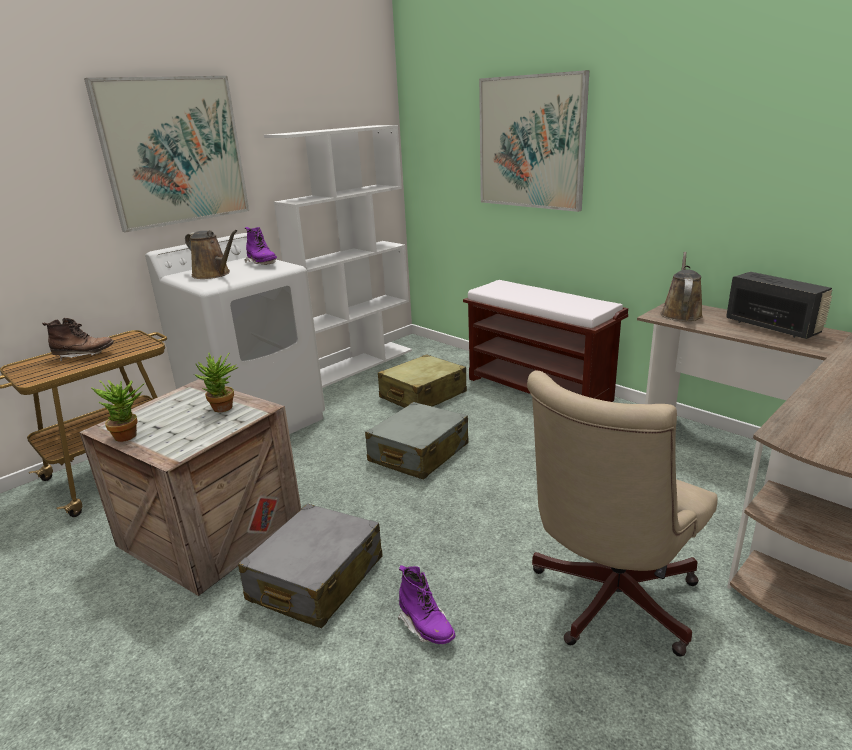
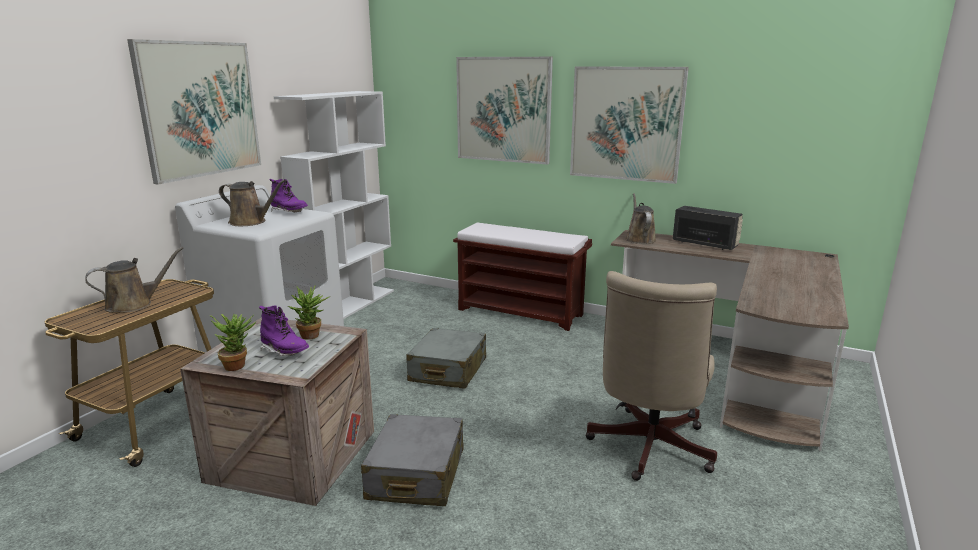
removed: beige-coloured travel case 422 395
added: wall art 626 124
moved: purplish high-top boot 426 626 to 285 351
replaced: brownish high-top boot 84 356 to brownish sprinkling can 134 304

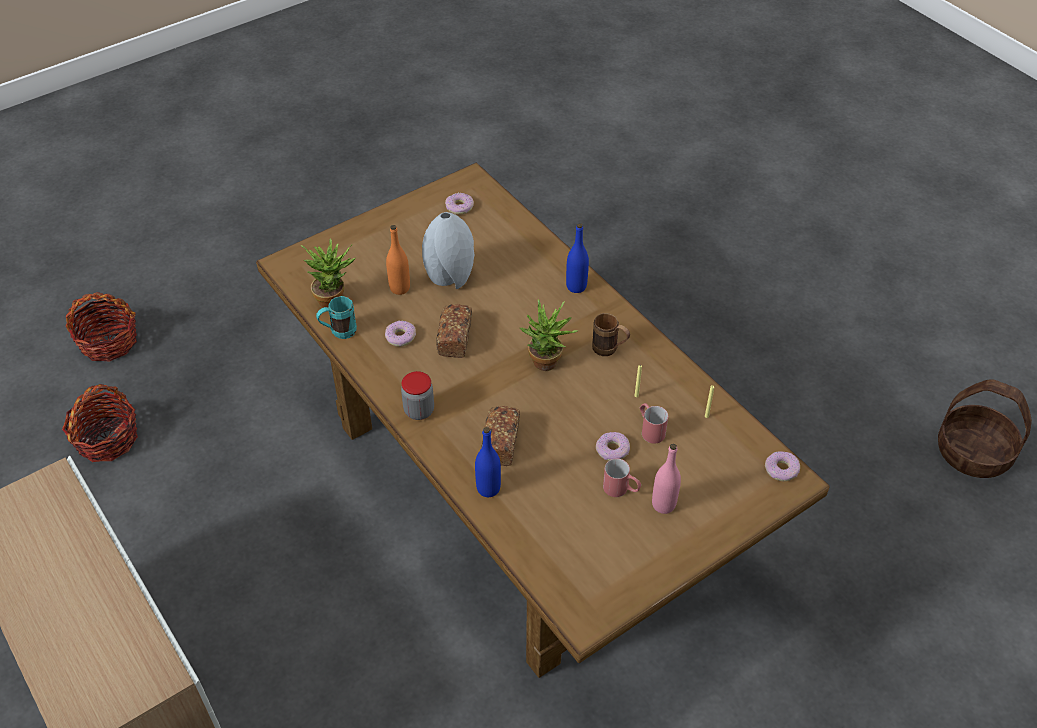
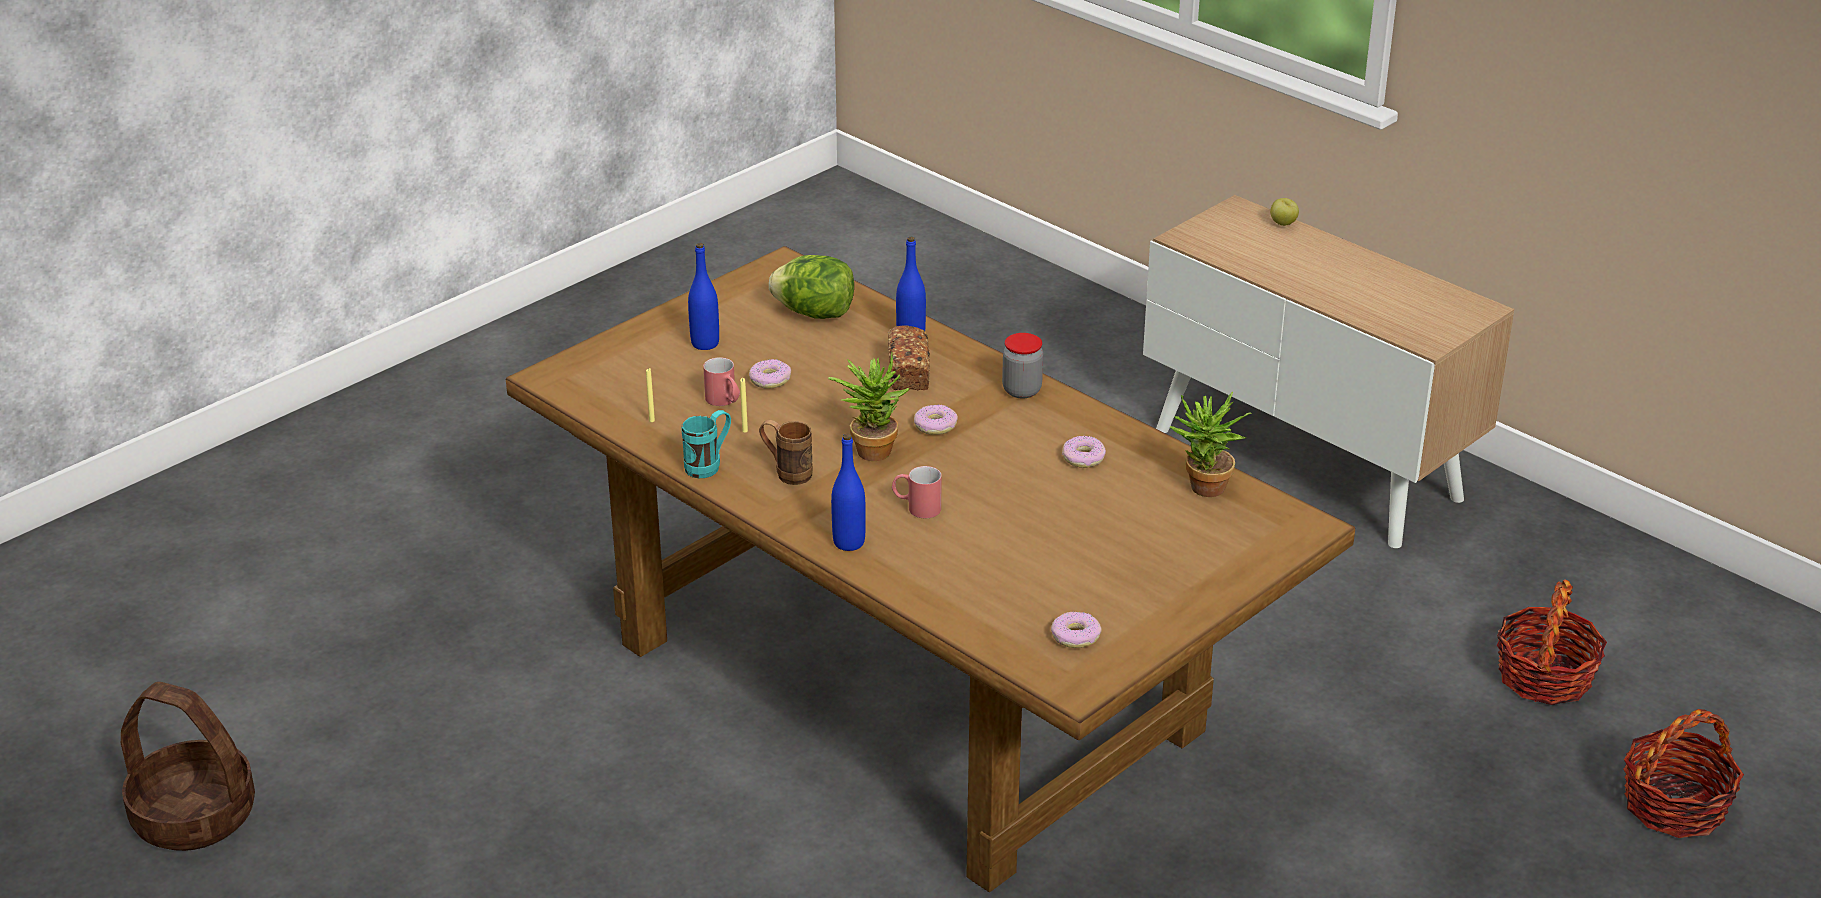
removed: gray vase 450 277; orange drink bottle 400 288; bakery bread 454 338
added: apple 1283 224; head of lettuce 815 314
moved: turquoise tea mug 338 332 to 709 465; donut 781 470 to 935 425; red-coloured tea mug 621 490 to 916 507
recoloured: pink drink bottle 663 504 to bluish drink bottle 705 343

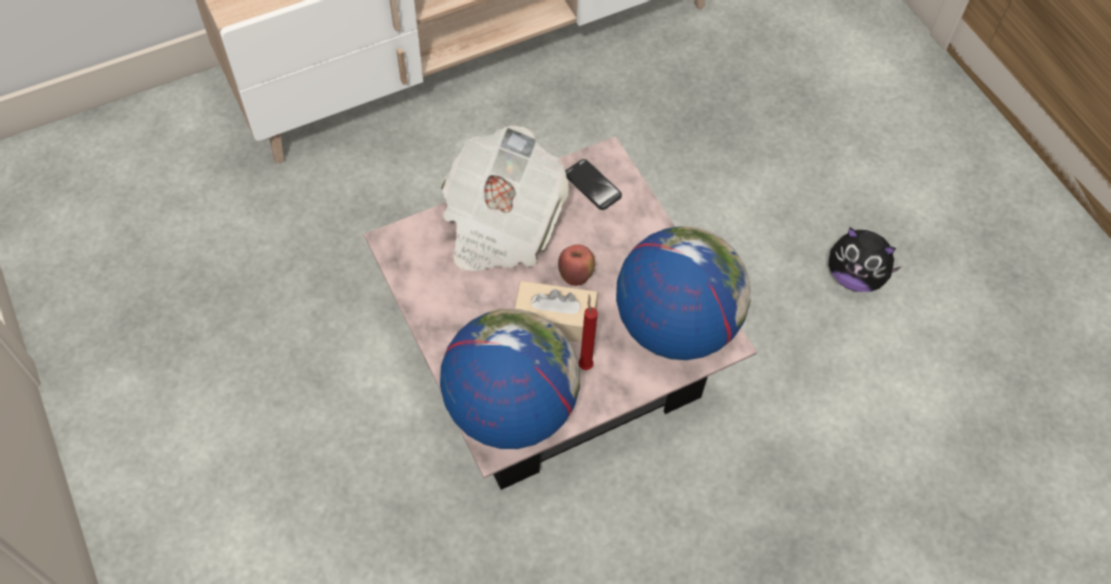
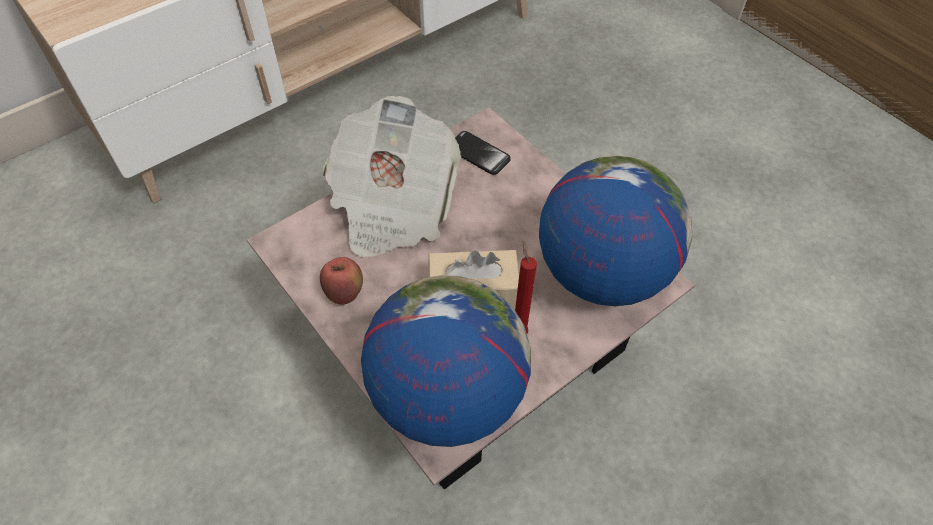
removed: plush toy 854 276
moved: apple 575 275 to 344 293

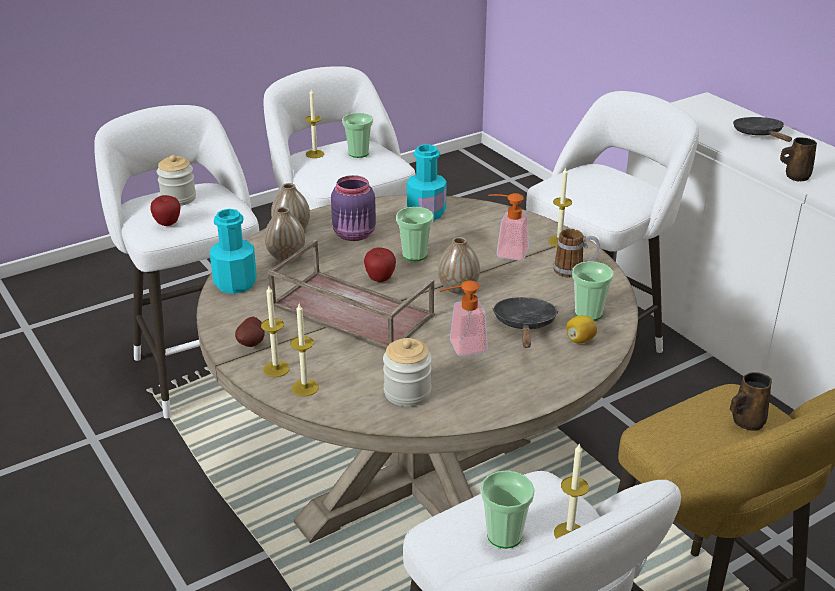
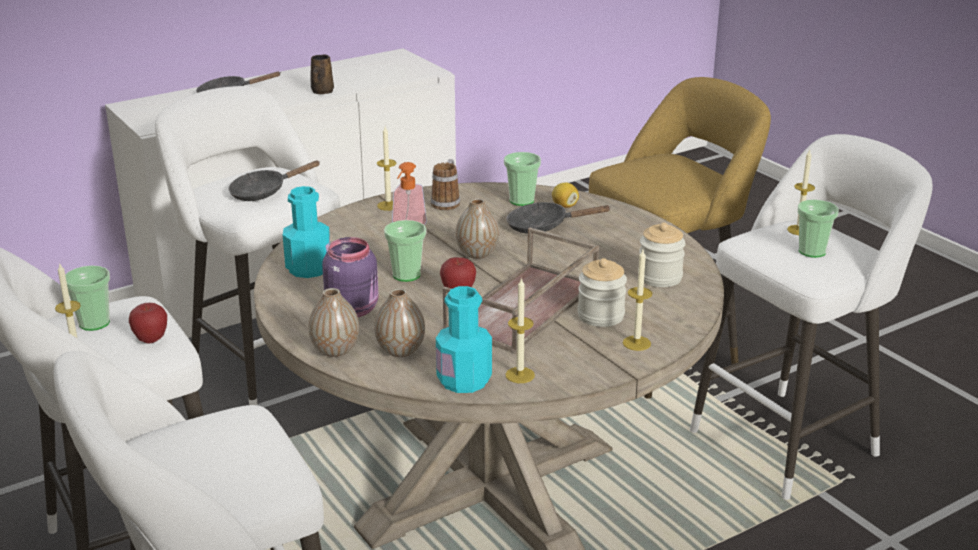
removed: soap dispenser 461 347; spud 252 343; brownish tea mug 746 422
added: blackish pan 264 192
moved: jar 178 198 to 600 316; apple 167 224 to 151 340; wax light 305 388 to 520 375

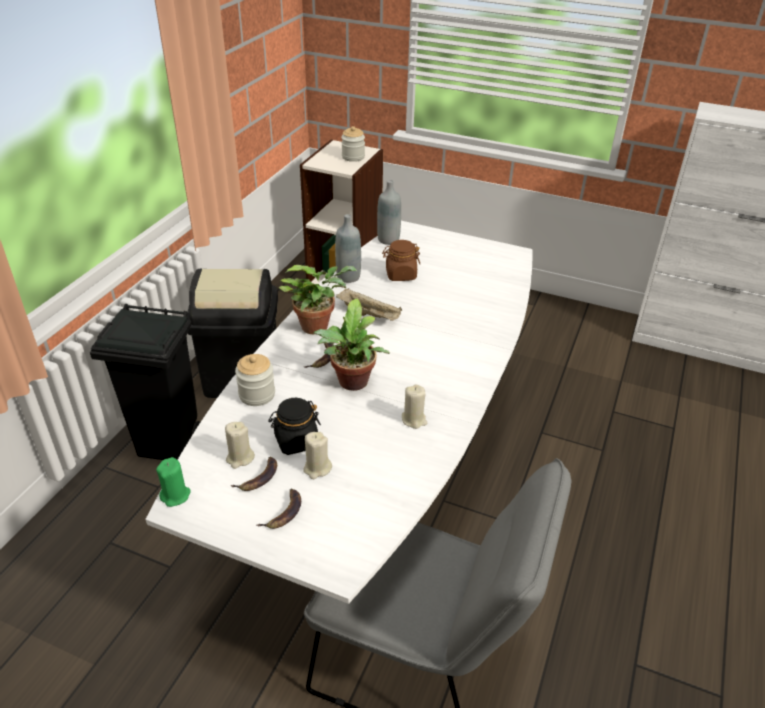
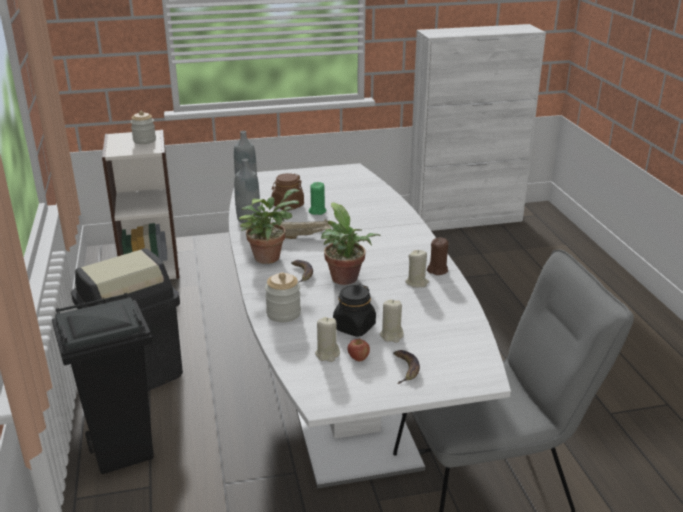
added: brownish wax light 437 270
moved: green-coloured wax light 175 495 to 317 211
replaced: banana fruit 259 477 to apple 358 358

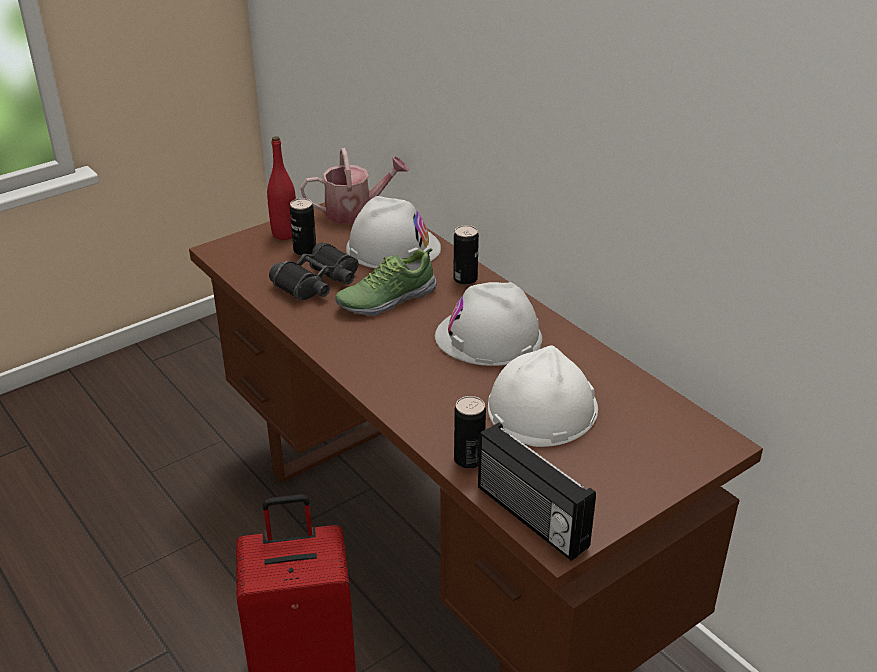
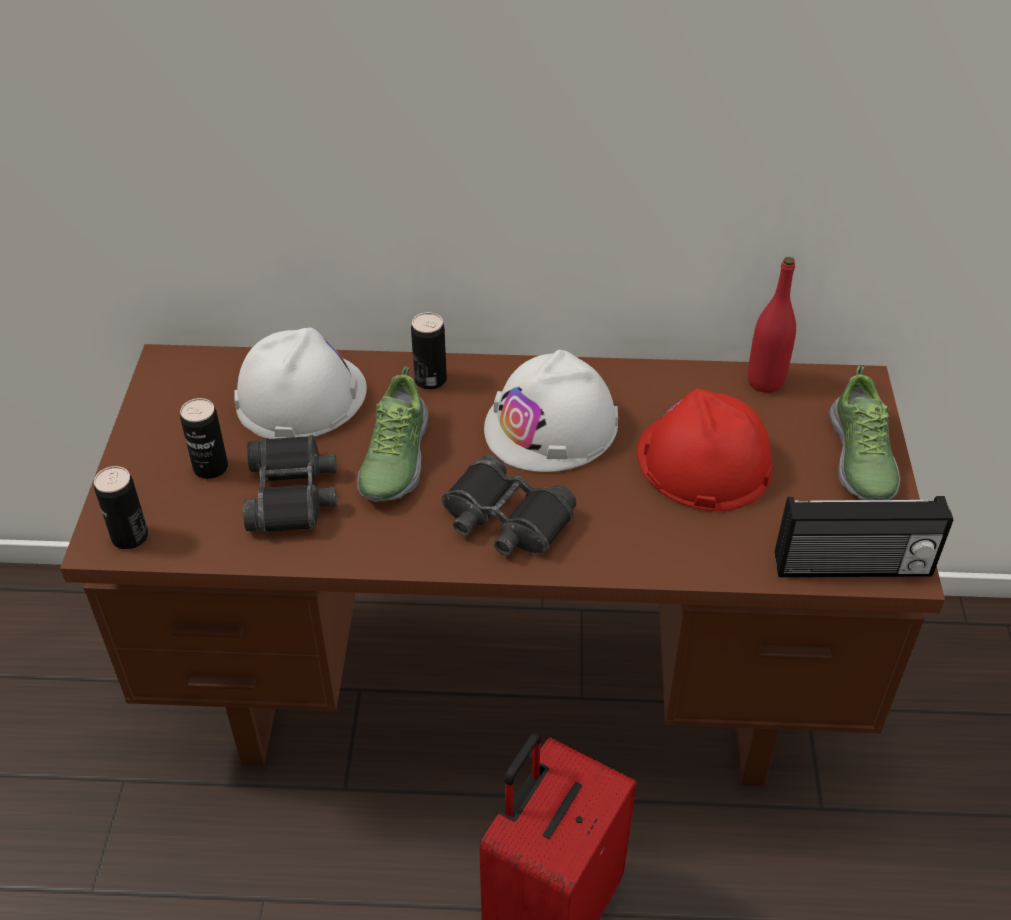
removed: sprinkling can 355 212
added: low shoe 860 459; blackish binoculars 505 520
moved: red-coloured drink bottle 285 234 to 765 381; sealed can 469 459 to 130 537
recoloured: white-coloured hard hat 541 408 to red-coloured hard hat 703 461

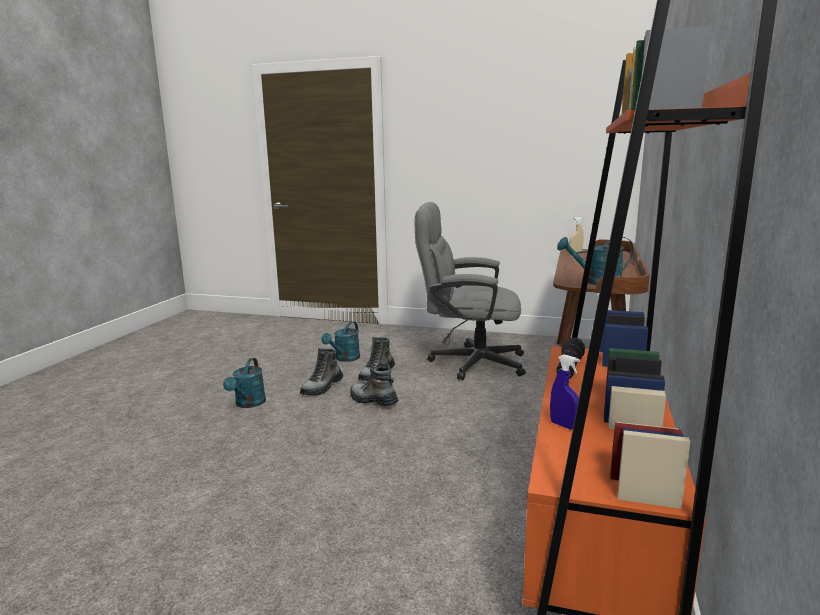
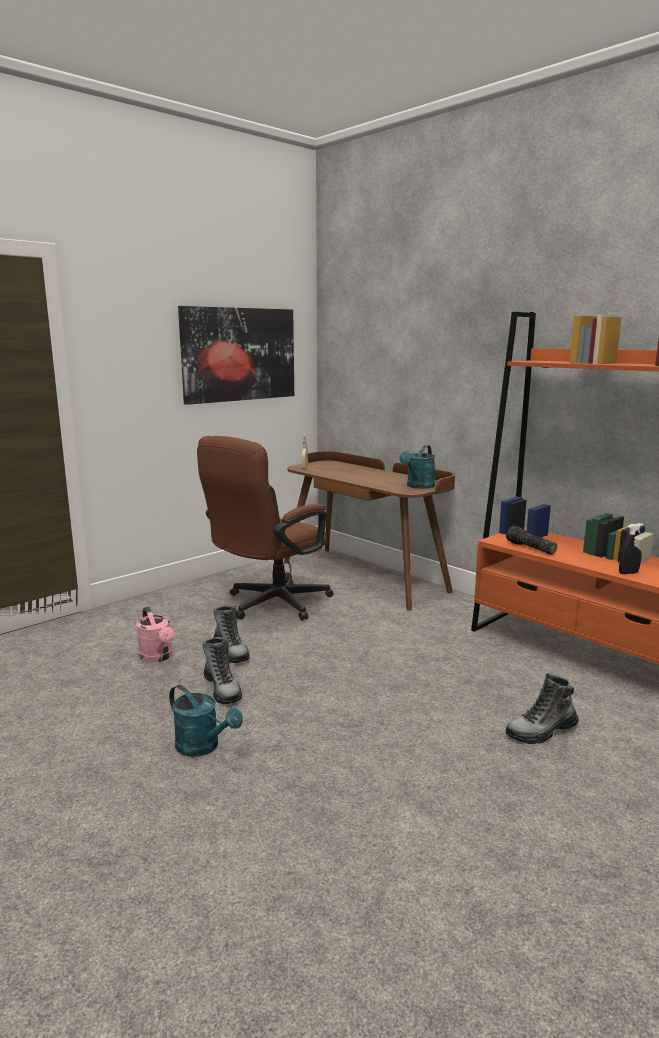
added: wall art 239 354
moved: high-top boot 373 401 to 541 731
recoloured: gray desk chair 468 362 to brownish desk chair 270 605; turquoise sprinkling can 344 359 to pink sprinkling can 158 657; bluish hand sprayer 563 425 to blackish hand sprayer 628 573

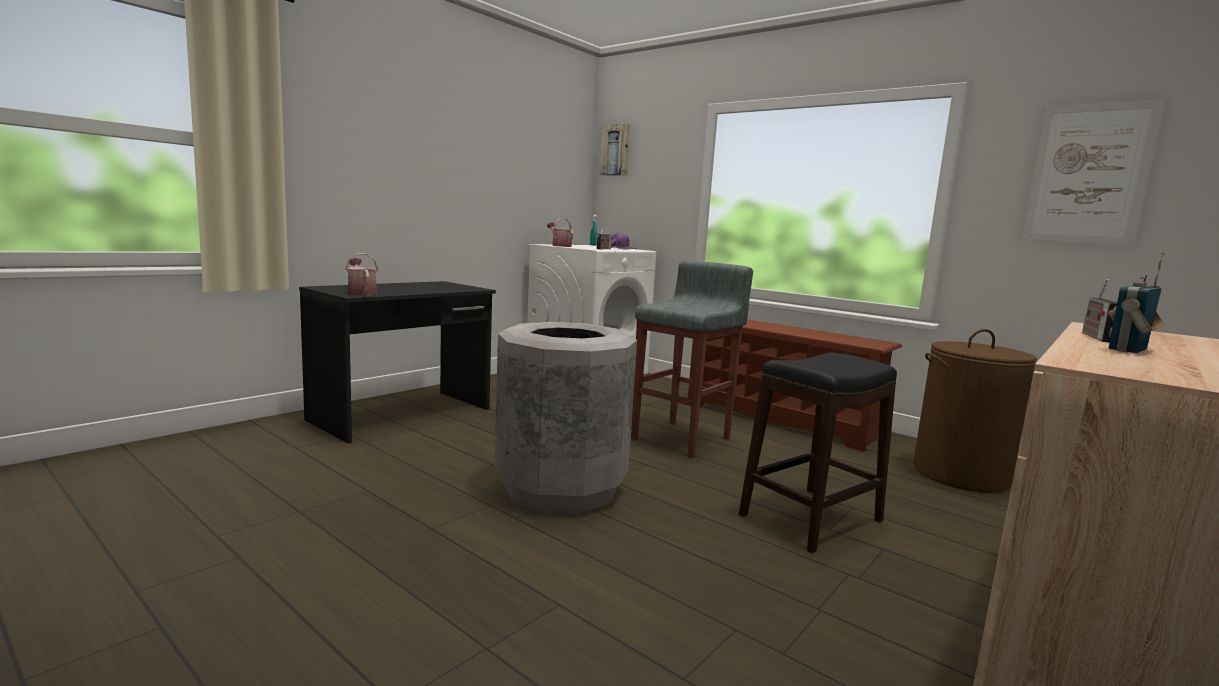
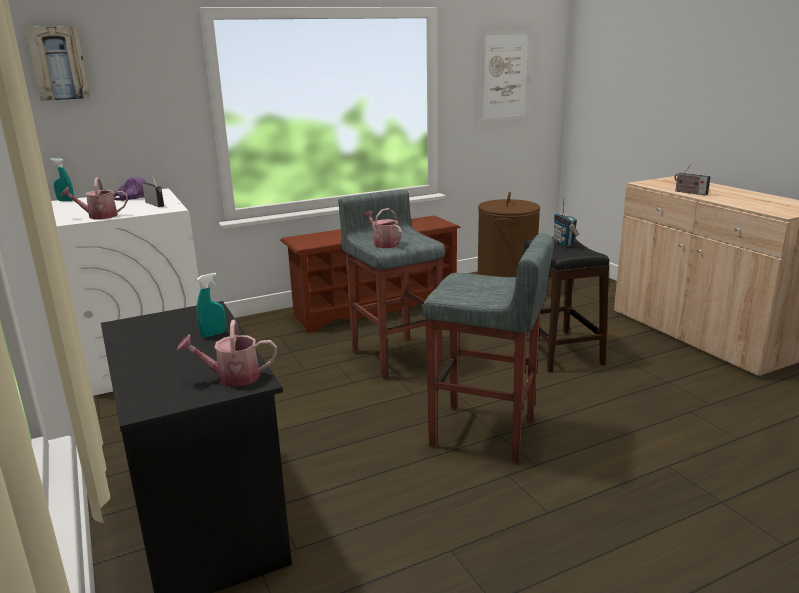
added: sprinkling can 383 243; turquoise hand sprayer 213 334
moved: radio 1129 350 to 564 243
replaced: gray rubbish bin 560 489 to gray stool seat 484 434

